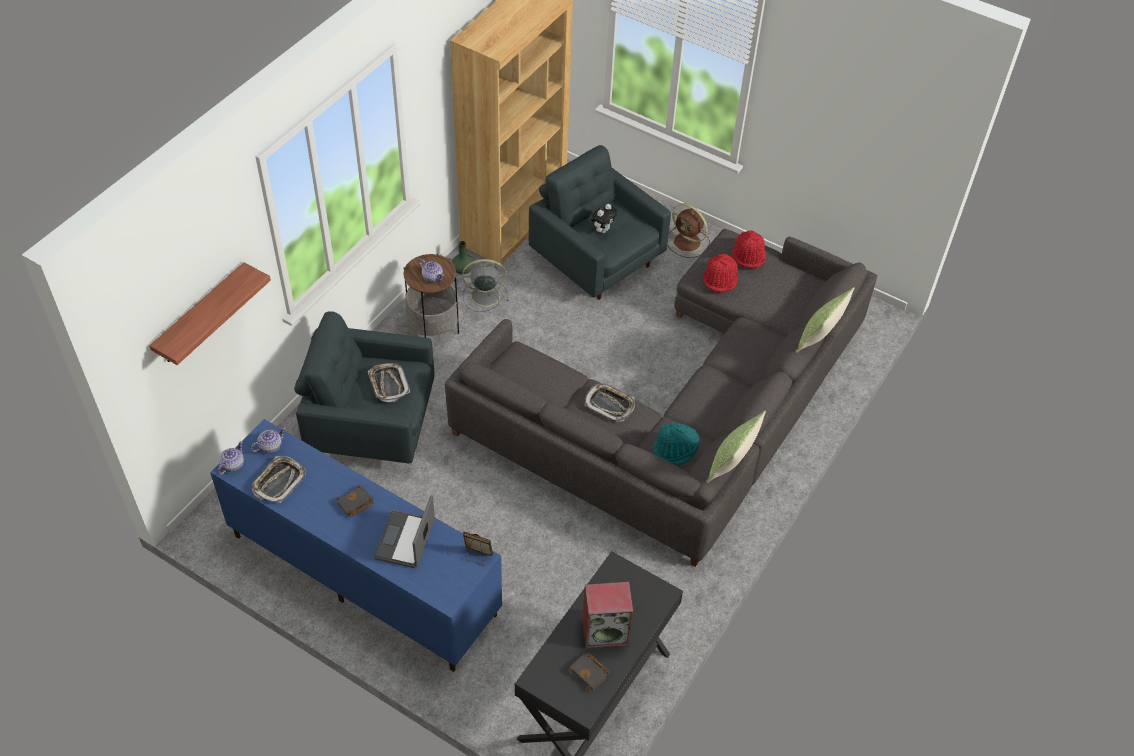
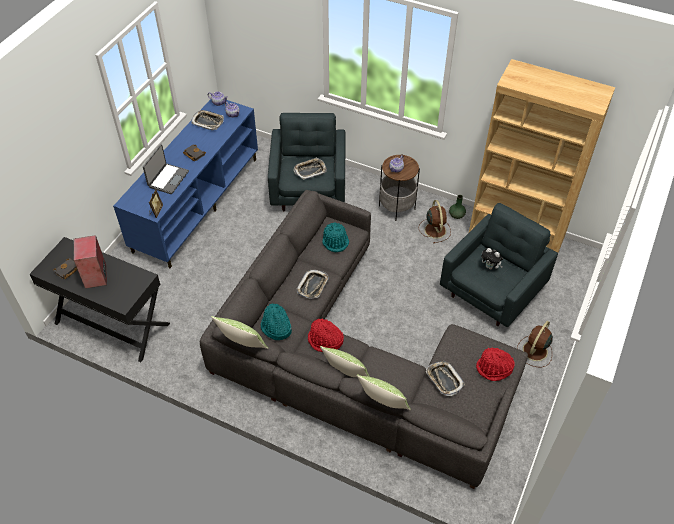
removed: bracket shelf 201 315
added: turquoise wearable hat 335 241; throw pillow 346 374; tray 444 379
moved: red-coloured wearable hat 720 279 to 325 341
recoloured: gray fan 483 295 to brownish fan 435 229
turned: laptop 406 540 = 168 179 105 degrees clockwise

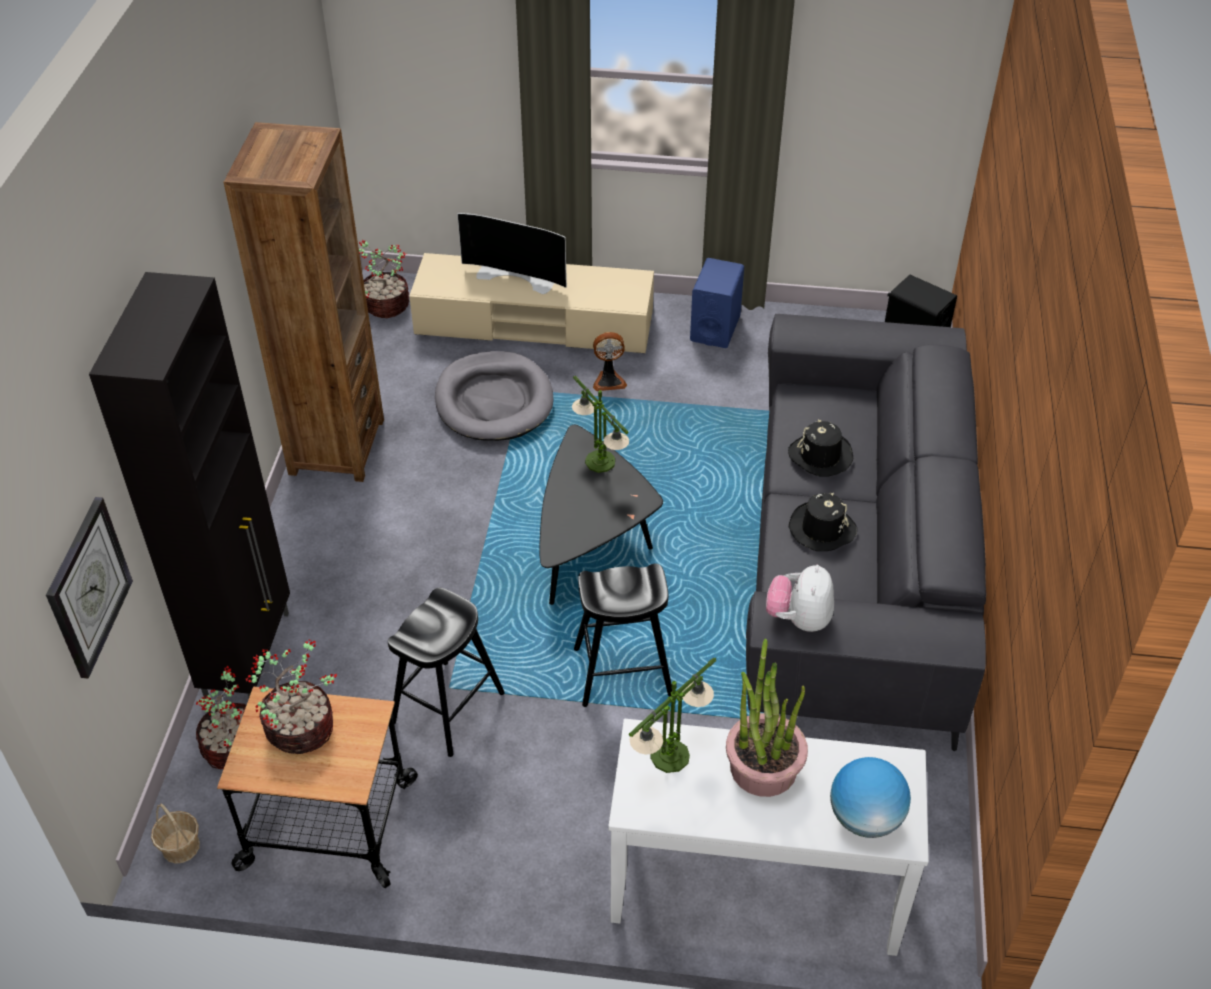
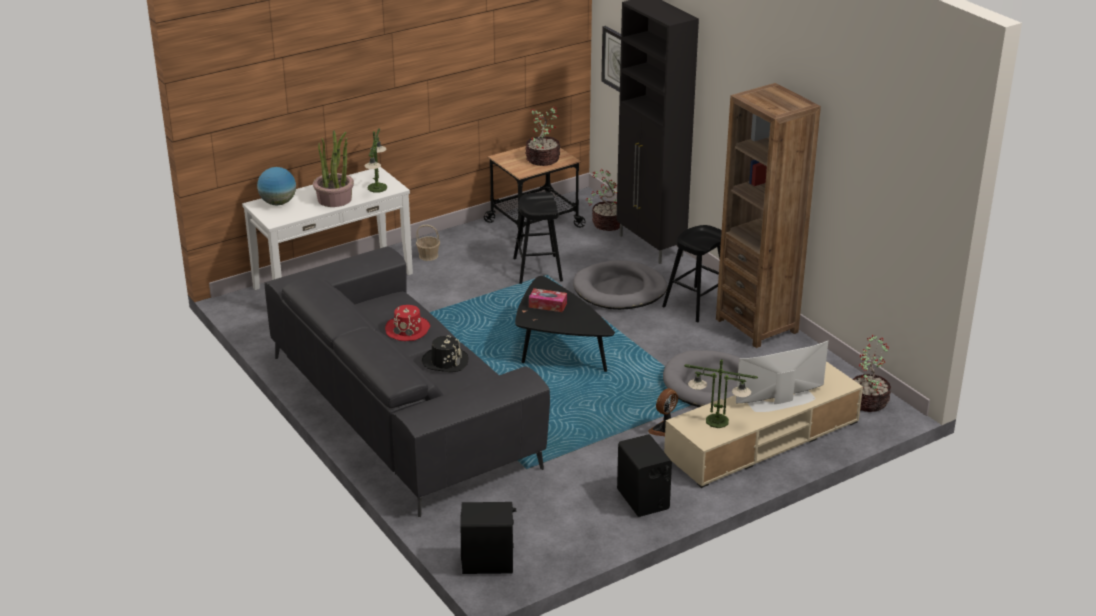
removed: plush toy 799 619
added: gray dog cushion 620 290; tissue holder 547 305
moved: tabletop lamp 600 462 to 716 421; blackish stool seat 623 672 to 696 304; household basket 181 846 to 428 256
recoloured: bluish audio speaker 715 328 to blackish audio speaker 643 499; blackish wearable hat 821 529 to red-coloured wearable hat 408 329

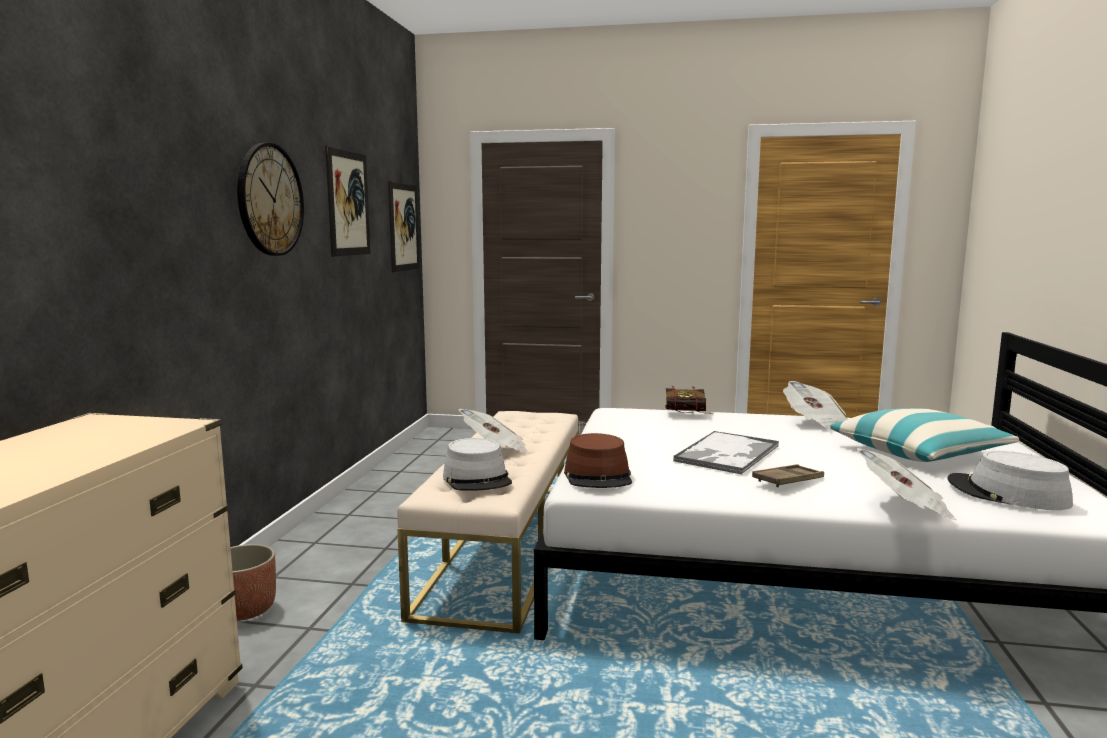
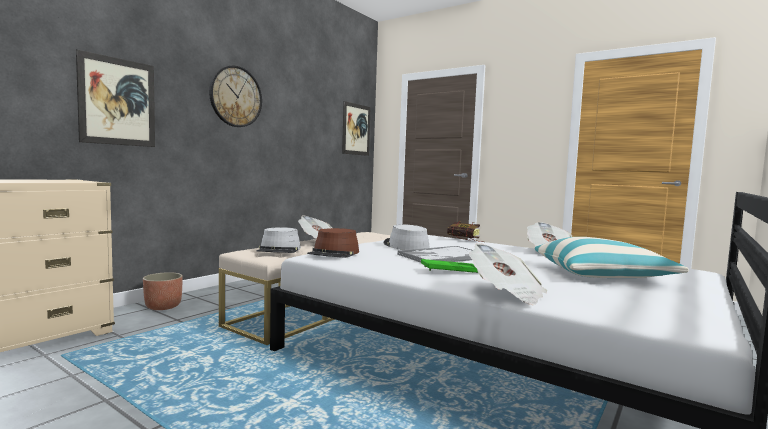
moved: wall art 348 203 to 118 102; gray wearable hat 1007 494 to 405 246
recoloured: brownish tray 788 480 to green-coloured tray 450 271

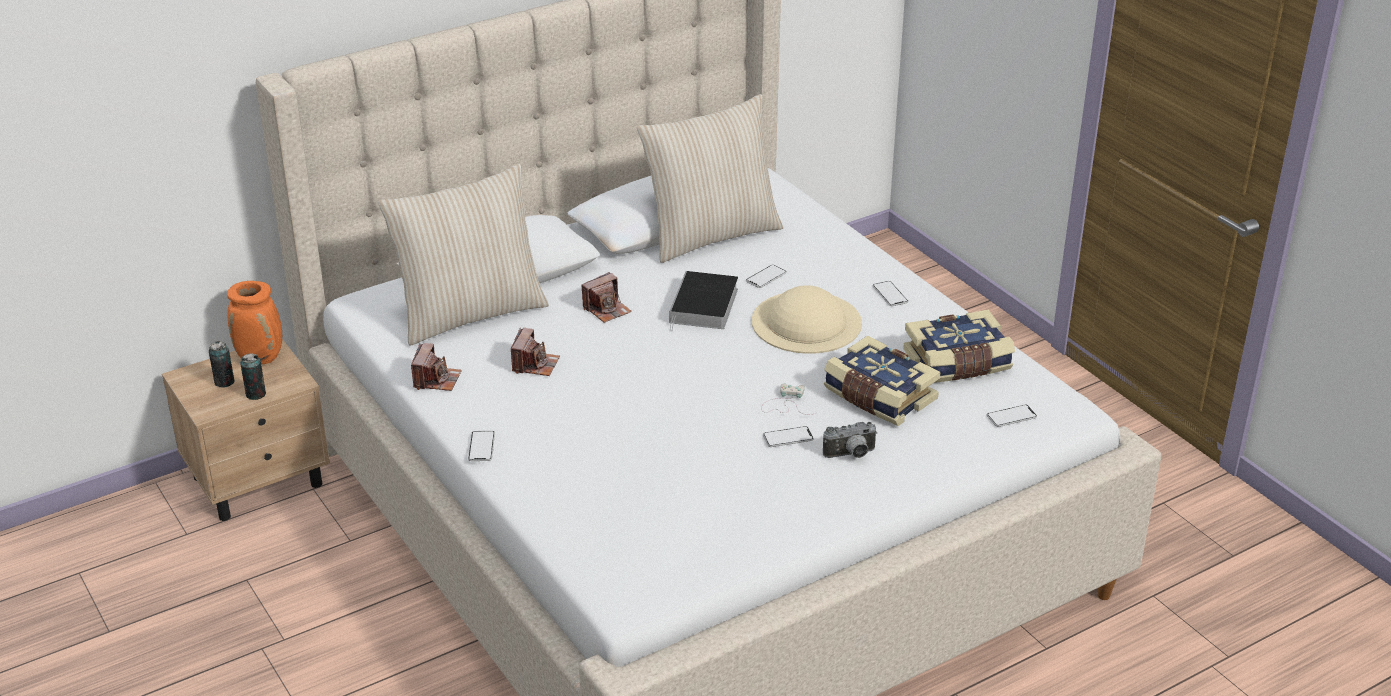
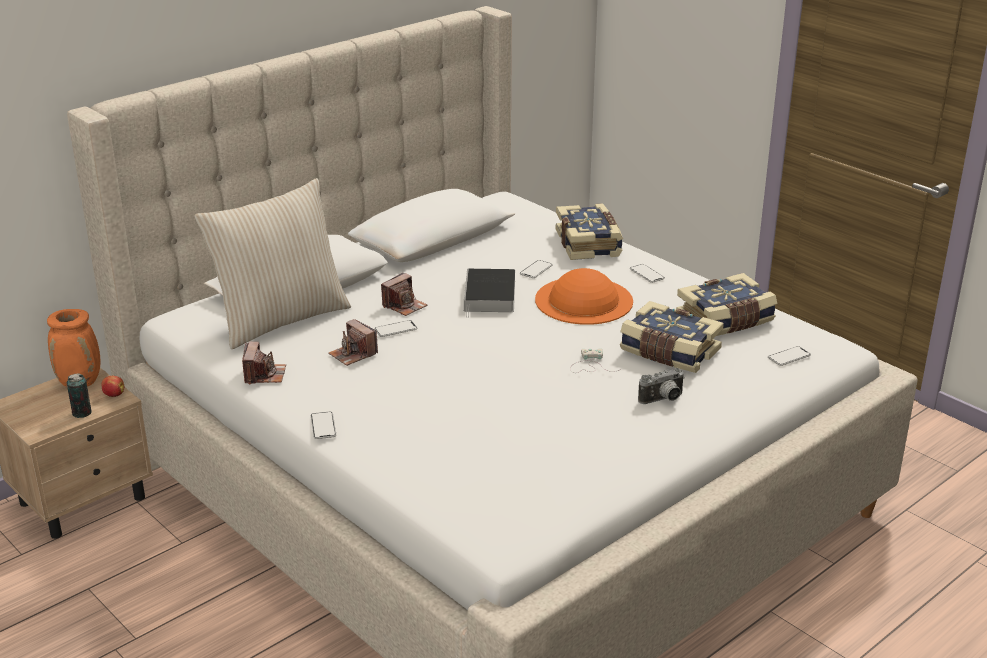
removed: beige-coloured throw pillow 711 235; sealed can 224 382
added: book 589 244; apple 113 395
moved: telephone 788 438 to 395 329
recoloured: beige-coloured wearable hat 806 322 to orange wearable hat 583 300
turned: photo camera 535 364 = 353 354 135 degrees clockwise

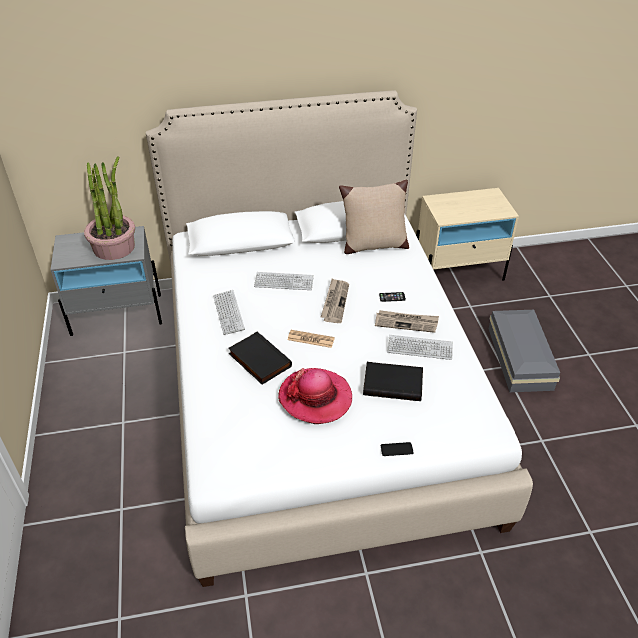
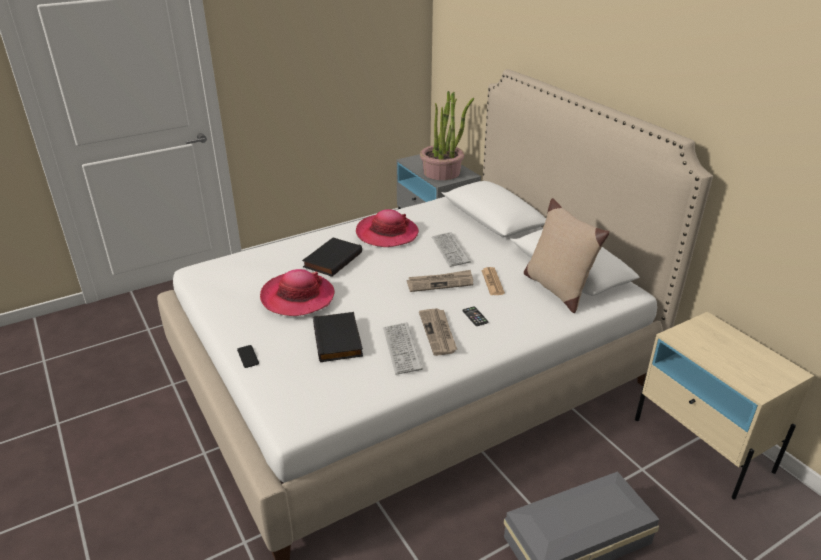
moved: daily paper 311 339 to 492 282
replaced: PC keyboard 228 313 to wearable hat 387 233

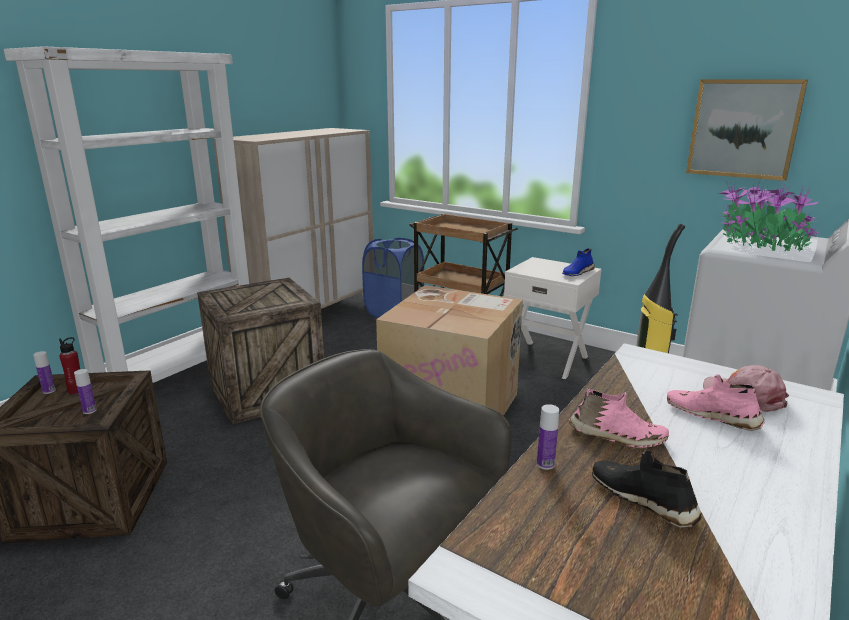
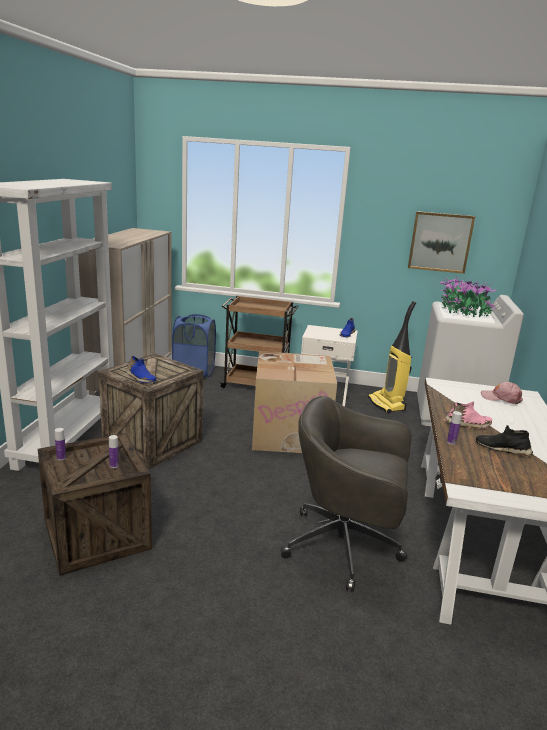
removed: red-coloured drink bottle 77 390; pink low shoe 712 415
added: bluish low shoe 140 378

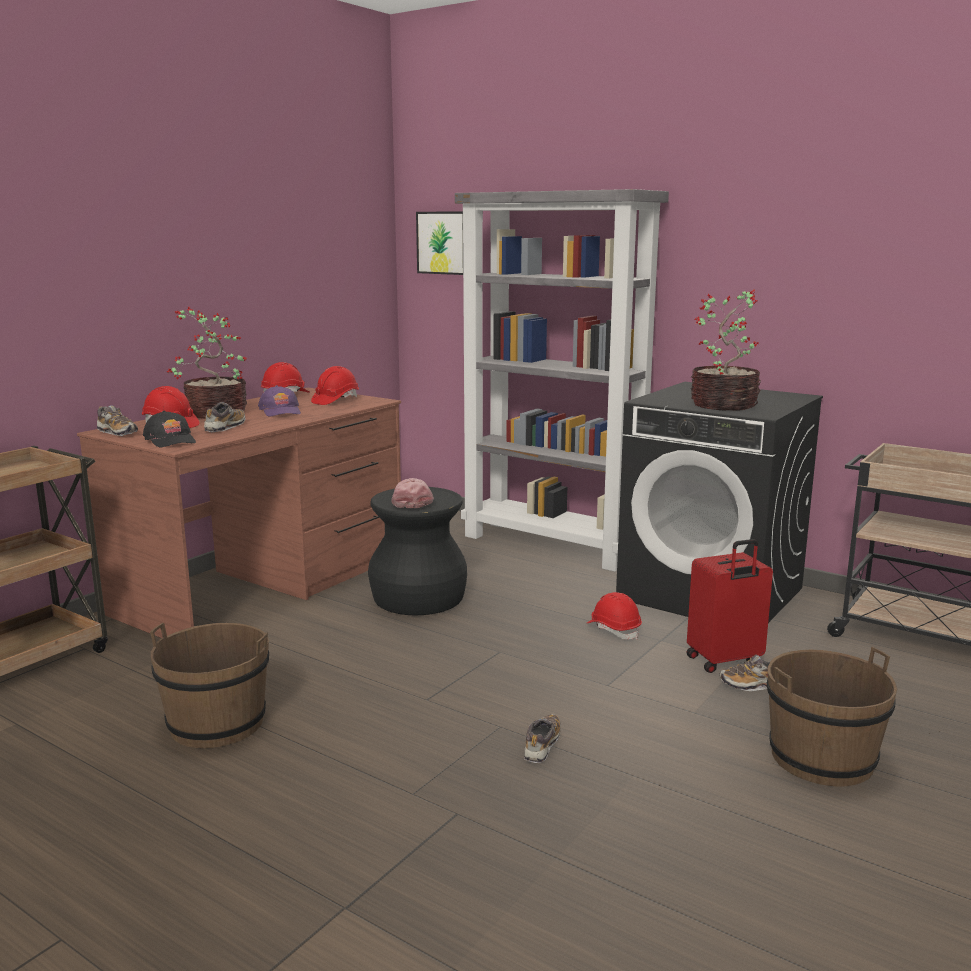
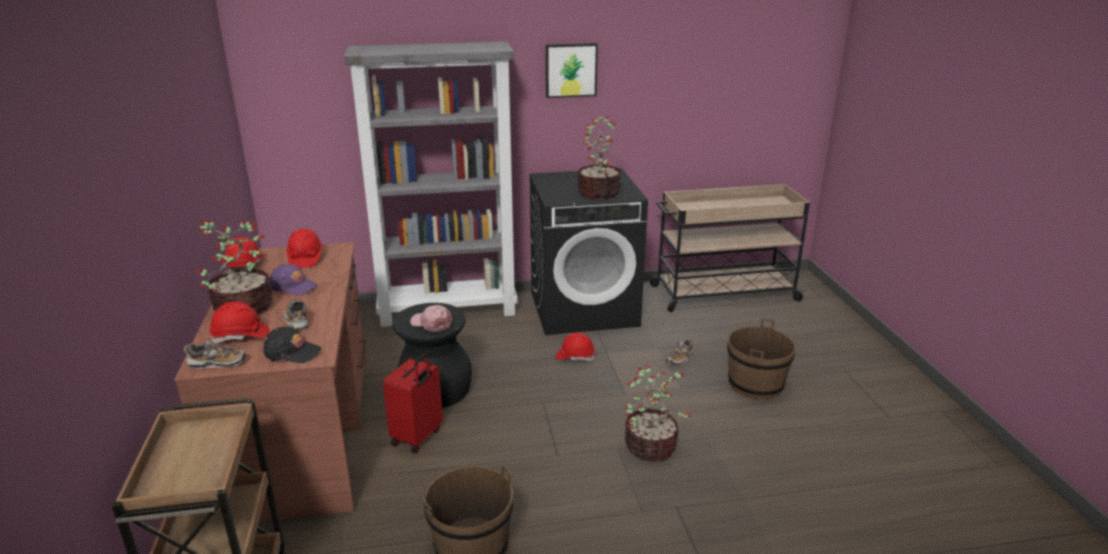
moved: wall art 444 243 to 571 70; red-coloured travel case 724 661 to 418 437
replaced: low shoe 542 746 to potted plant 652 447

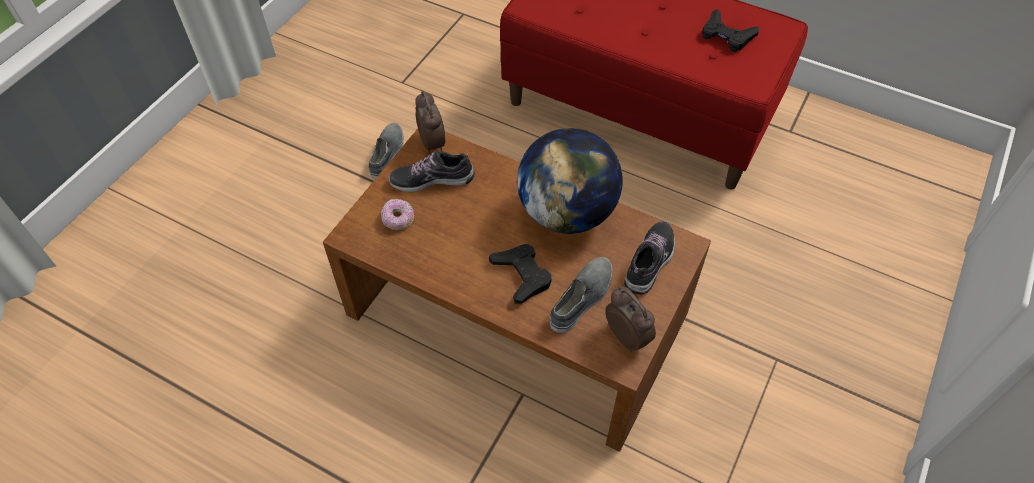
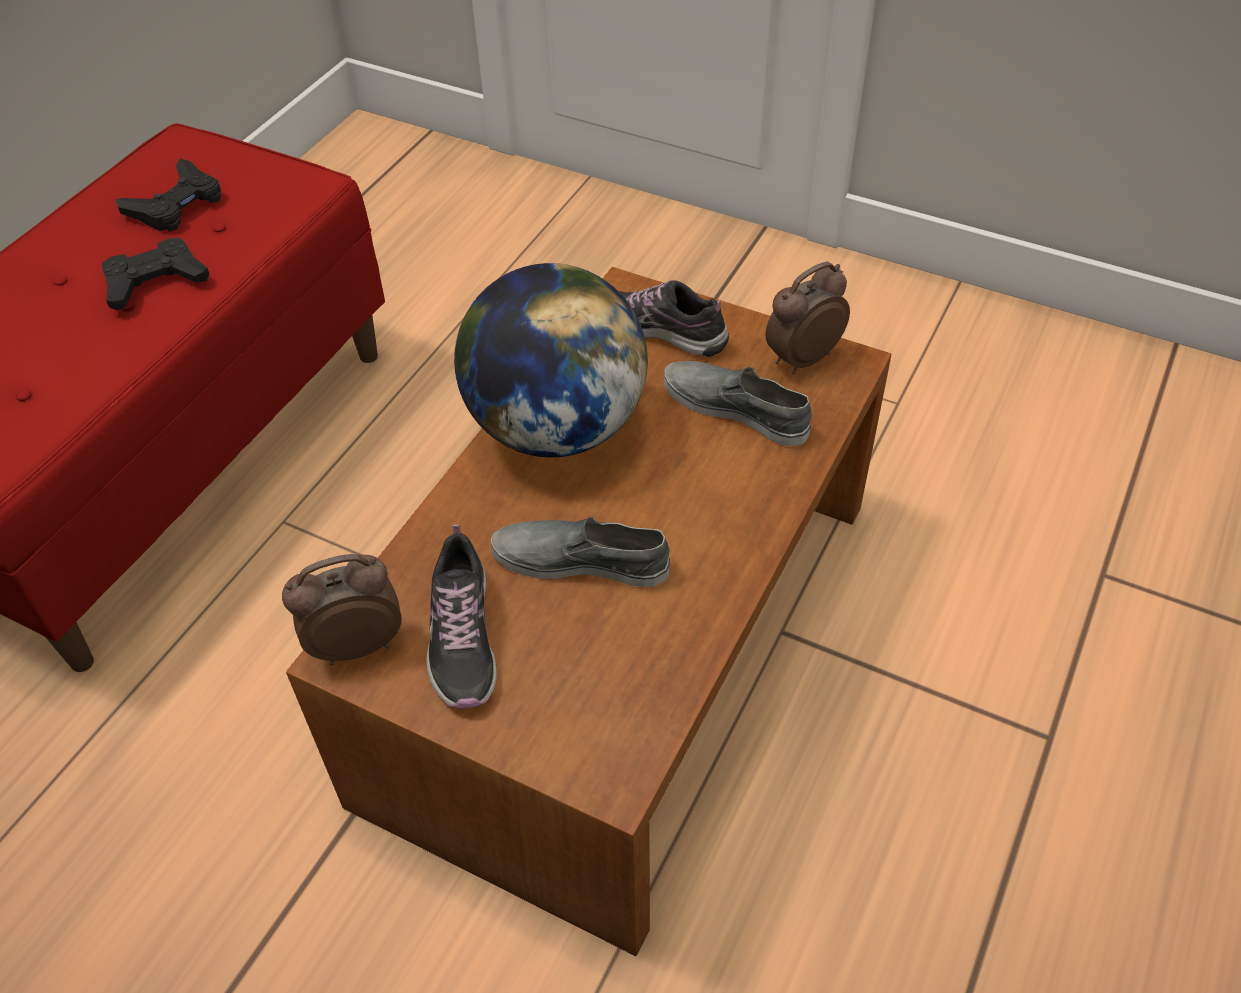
removed: donut 398 219
moved: gray low shoe 387 153 to 581 560; blackish joypad 522 275 to 155 282

